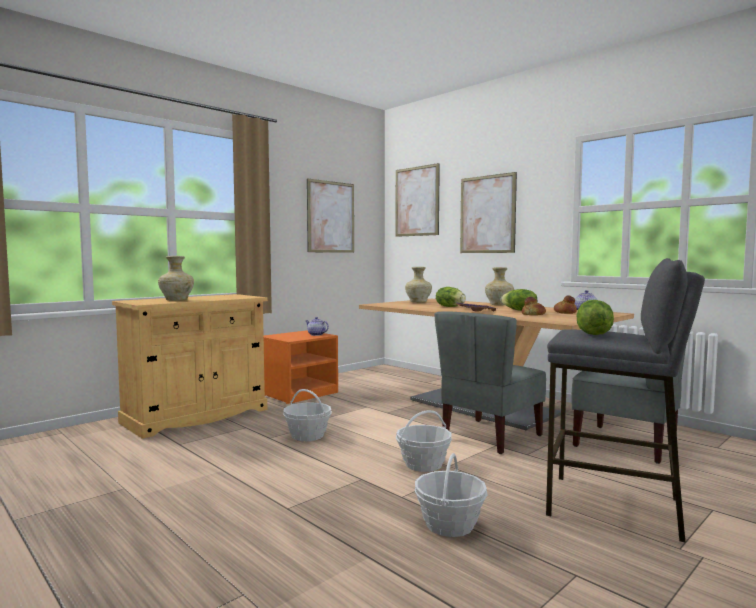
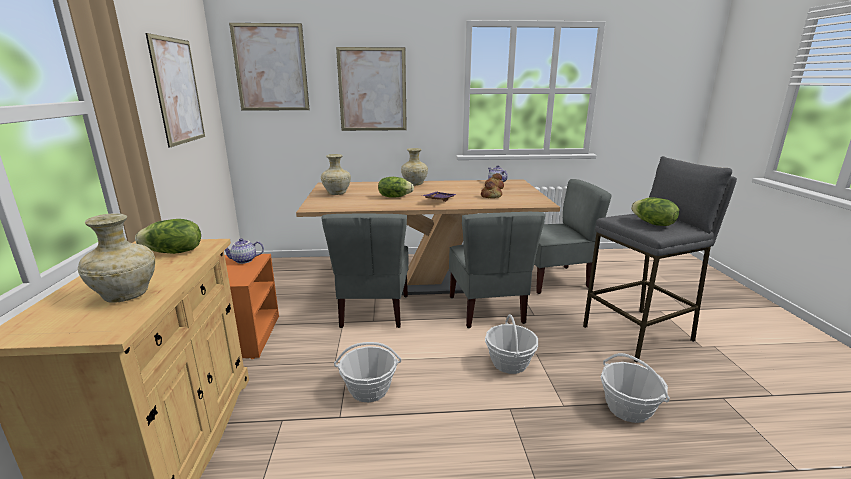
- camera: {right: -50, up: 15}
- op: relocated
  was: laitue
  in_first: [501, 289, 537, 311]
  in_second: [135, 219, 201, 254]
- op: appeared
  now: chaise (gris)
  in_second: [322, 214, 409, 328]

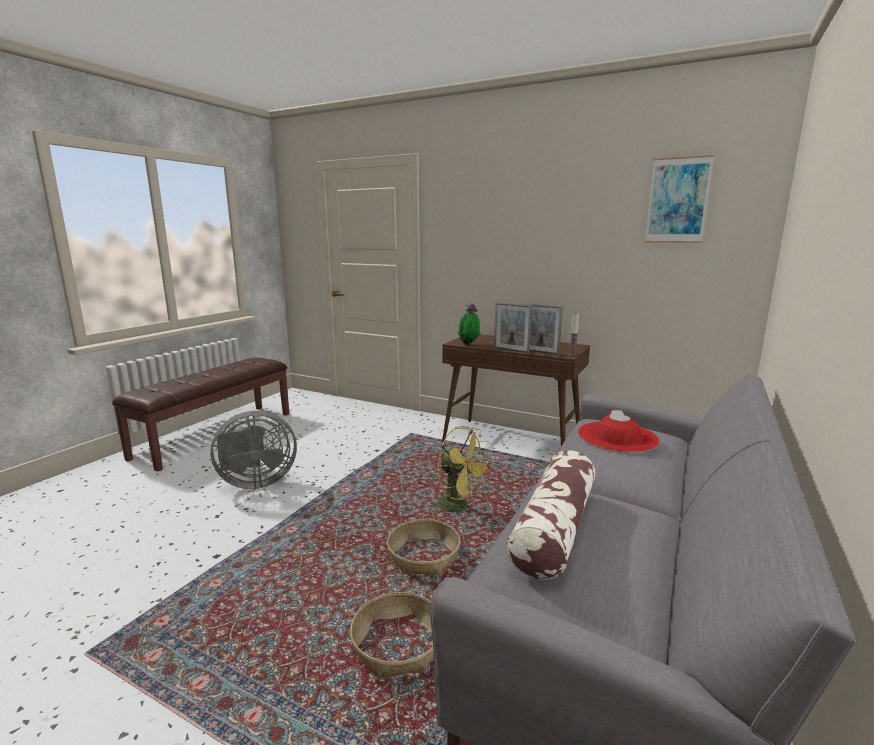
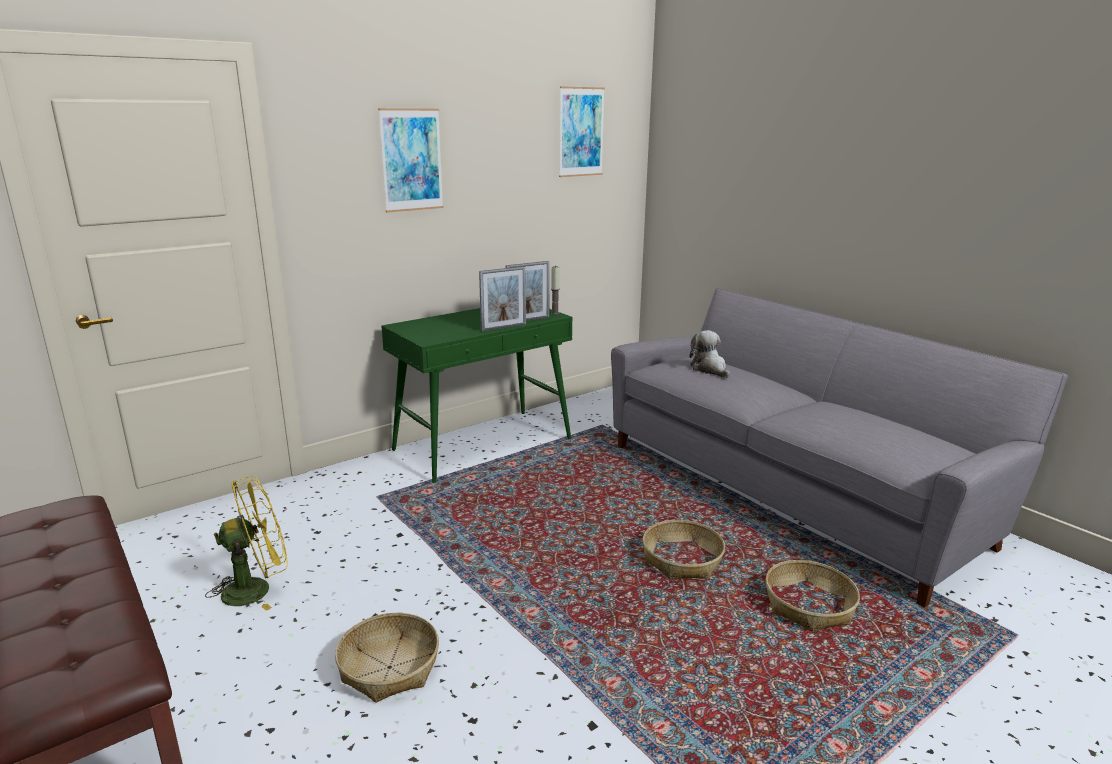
- camera: {right: -65, up: 5}
- op: relocated
  was: ventilateur (jaune)
  in_first: [437, 426, 491, 512]
  in_second: [205, 476, 288, 611]
- op: exchanged
  was: ventilateur (gris)
  now: panier
  in_first: [210, 411, 297, 489]
  in_second: [335, 613, 439, 703]
- op: appeared
  now: tableau
  in_second: [378, 108, 444, 212]
- op: colour
  was: table console (marron)
  now: table console (vert)
  in_first: [442, 334, 590, 446]
  in_second: [381, 308, 573, 483]
- op: exchanged
  was: chapeau (rouge)
  now: peluche
  in_first: [578, 410, 660, 452]
  in_second: [689, 330, 730, 378]
- op: missing
  was: plante en pot
  in_first: [458, 303, 481, 345]
- op: missing
  was: coussin
  in_first: [506, 450, 596, 580]

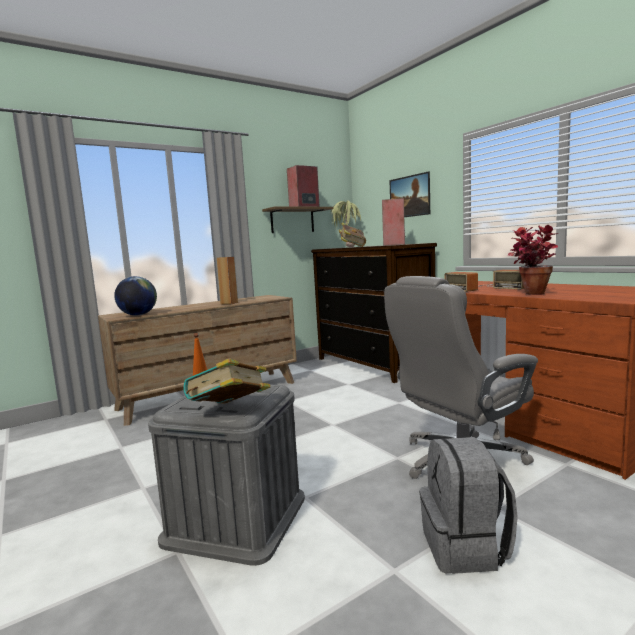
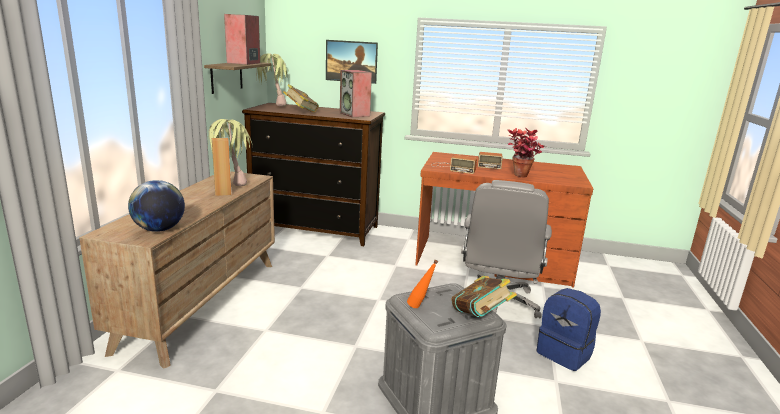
- camera: {right: -45, up: 10}
- op: appeared
  now: plante en pot
  in_second: [208, 119, 253, 186]
- op: colour
  was: sac à dos (gris)
  now: sac à dos (bleu)
  in_first: [420, 437, 518, 574]
  in_second: [536, 288, 601, 371]

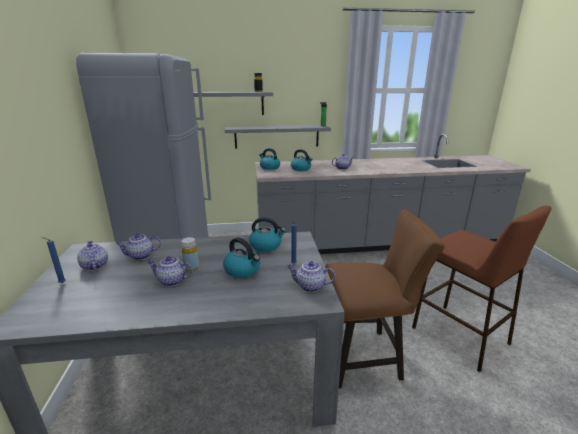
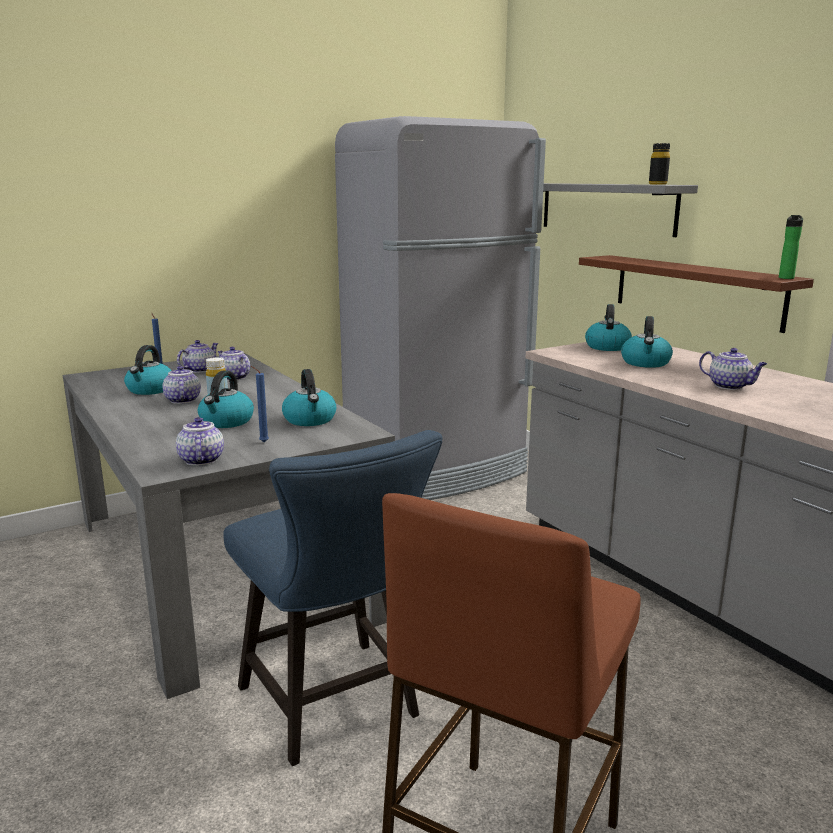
- camera: {right: 65, up: -5}
- op: appeared
  now: bouilloire
  in_second: [124, 345, 172, 395]
- op: colour
  was: chaise (marron)
  now: chaise (bleu)
  in_first: [325, 209, 445, 389]
  in_second: [223, 430, 442, 766]
- op: colour
  was: étagère (gris)
  now: étagère (marron)
  in_first: [225, 125, 331, 149]
  in_second: [579, 255, 814, 333]

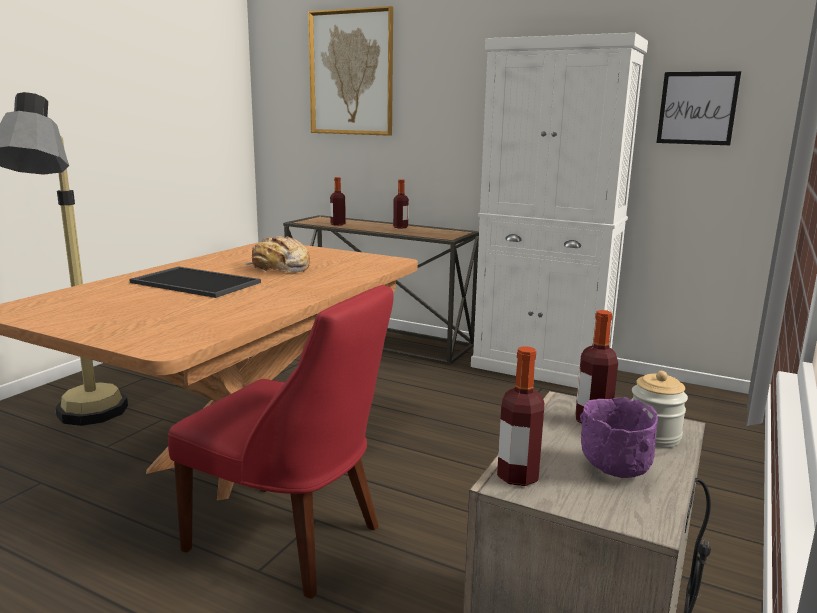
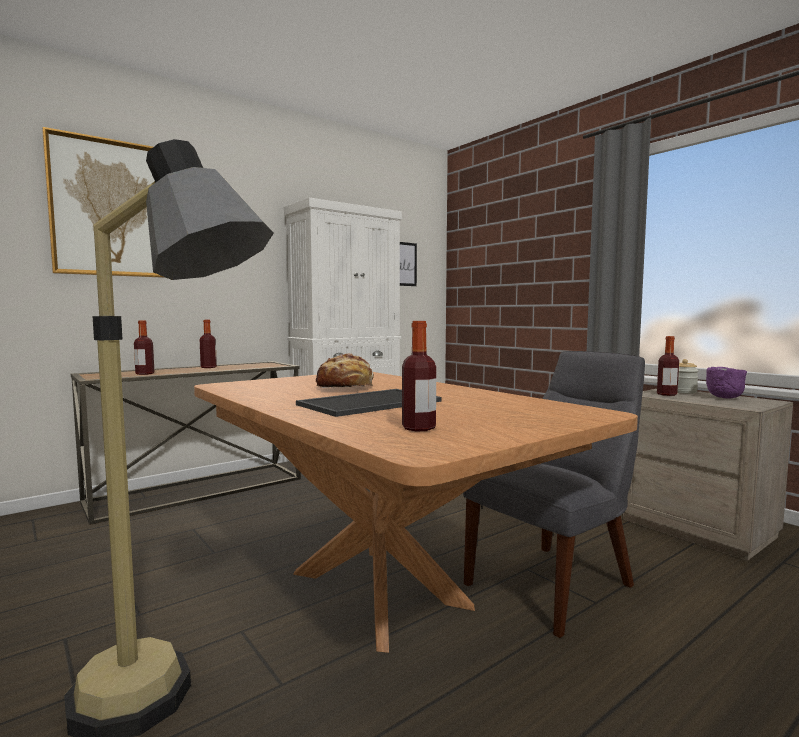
- camera: {right: -65, up: -10}
- op: relocated
  was: bouteille
  in_first: [497, 346, 544, 486]
  in_second: [402, 321, 436, 431]
- op: colour
  was: chaise (rouge)
  now: chaise (gris)
  in_first: [168, 285, 394, 599]
  in_second: [463, 351, 645, 638]

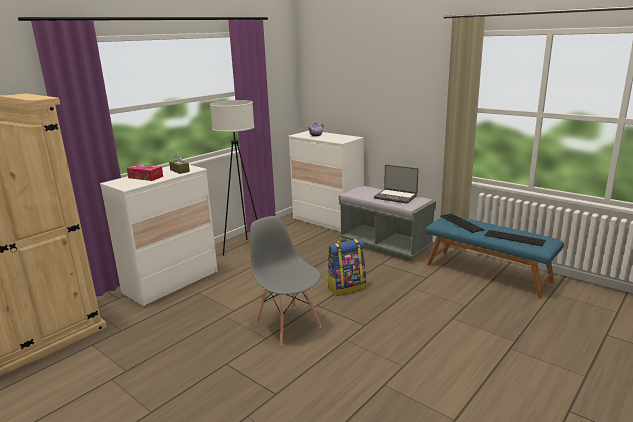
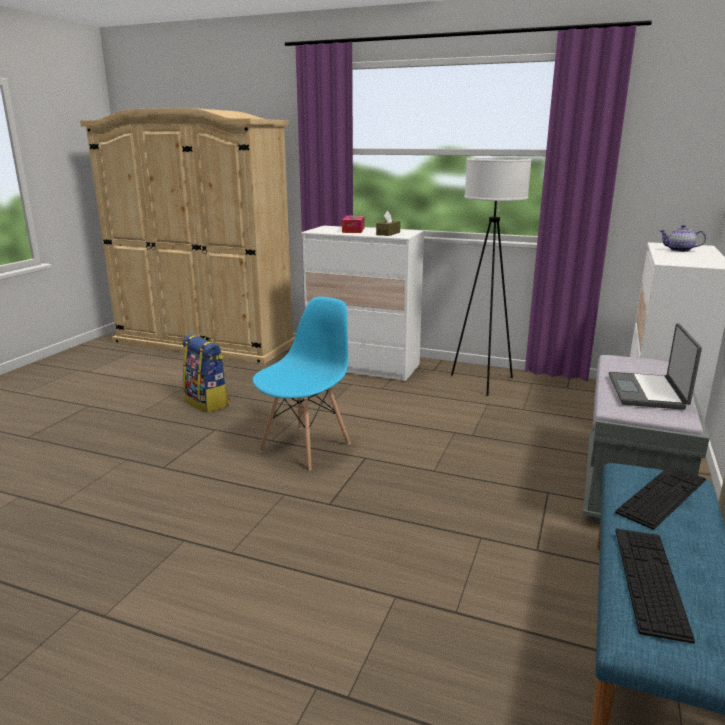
- camera: {right: 70, up: 0}
- op: relocated
  was: sac à dos
  in_first: [328, 238, 366, 296]
  in_second: [183, 334, 230, 413]
- op: colour
  was: chaise (gris)
  now: chaise (bleu)
  in_first: [250, 216, 321, 345]
  in_second: [252, 297, 351, 471]

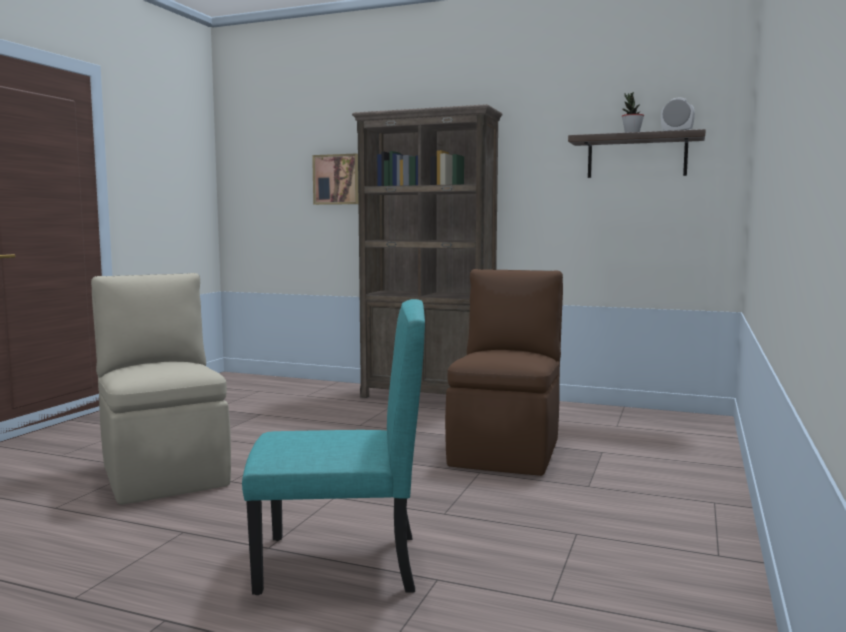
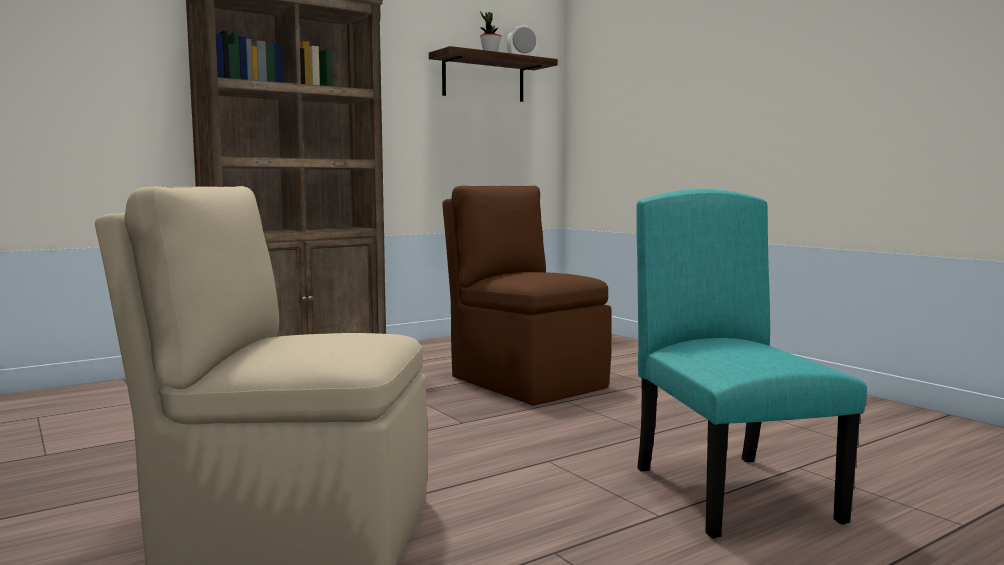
- camera: {right: -55, up: 0}
- op: spun
  was: chaise (turquoise)
  in_first: [242, 299, 425, 595]
  in_second: [636, 189, 867, 539]
  clockwise: -45
- op: missing
  was: tableau
  in_first: [312, 154, 358, 205]

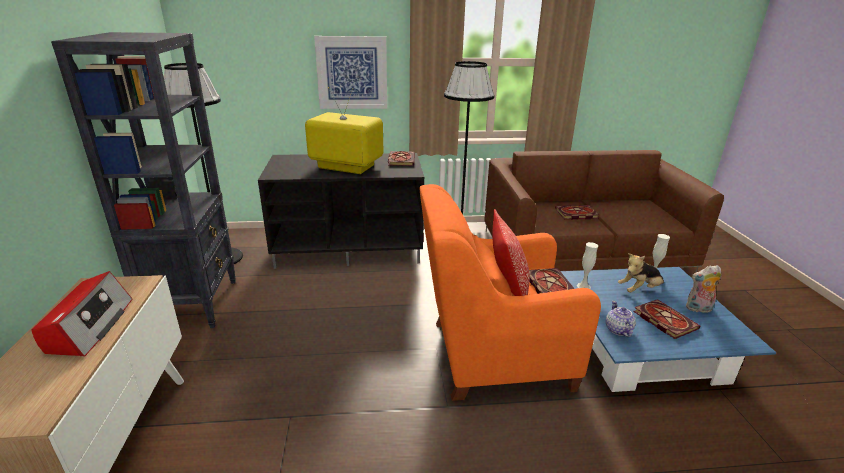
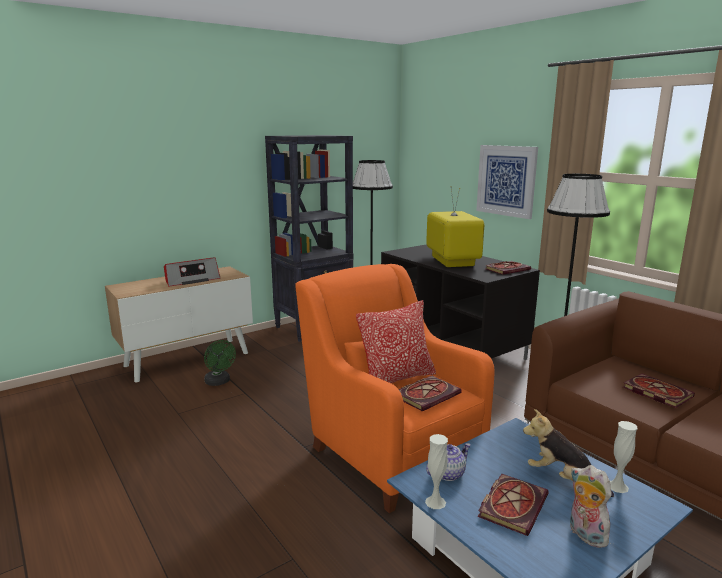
- camera: {right: 60, up: -10}
- op: appeared
  now: ventilateur (vert)
  in_second: [204, 340, 236, 386]
- op: relocated
  was: vase (blanc)
  in_first: [577, 242, 598, 289]
  in_second: [425, 434, 448, 509]

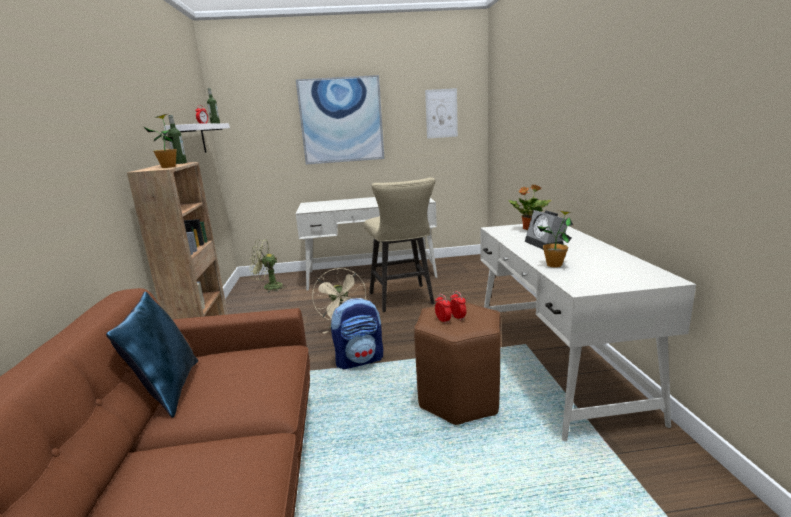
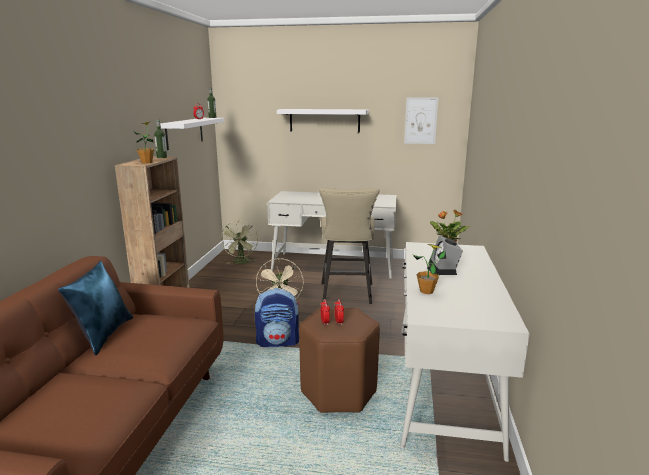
- camera: {right: 15, up: 0}
- op: spun
  was: ventilateur (vert)
  in_first: [250, 239, 287, 293]
  in_second: [221, 221, 258, 264]
  clockwise: -105
- op: exchanged
  was: tableau
  now: étagère (blanc)
  in_first: [296, 75, 385, 165]
  in_second: [277, 109, 369, 132]

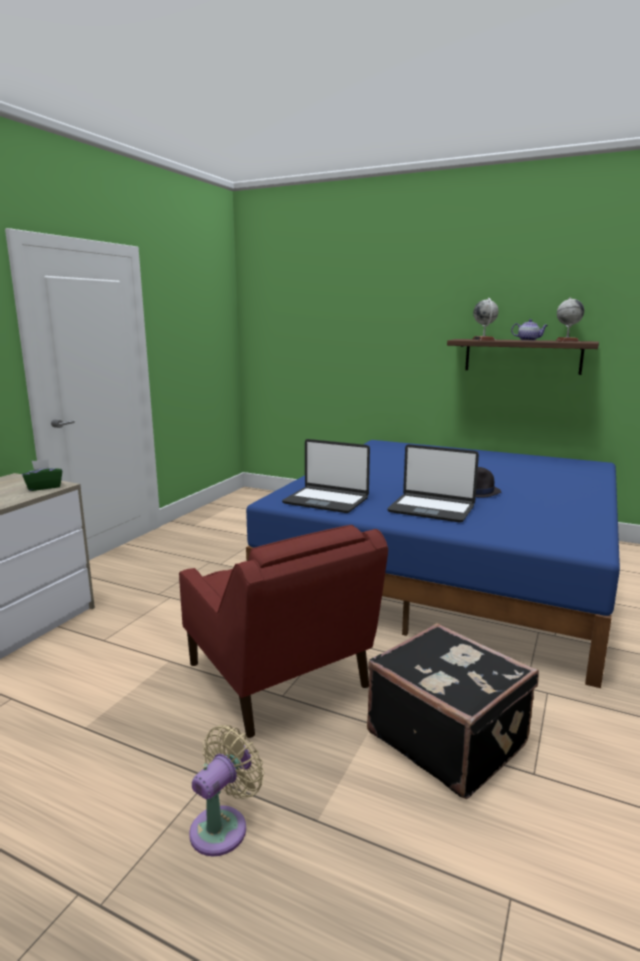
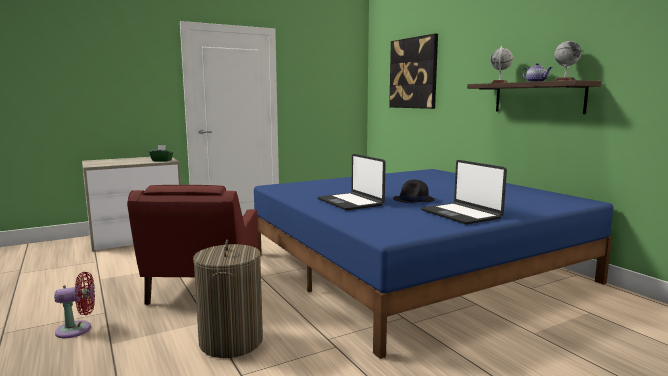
- camera: {right: 35, up: -5}
- op: colour
  was: ventilateur (beige)
  now: ventilateur (rouge)
  in_first: [189, 725, 264, 856]
  in_second: [54, 272, 95, 338]
- op: exchanged
  was: valise (noir)
  now: panier à linge
  in_first: [367, 623, 539, 799]
  in_second: [193, 239, 263, 358]
- op: appeared
  now: tableau
  in_second: [389, 33, 438, 109]
- op: relocated
  was: ordinateur portable
  in_first: [282, 439, 370, 513]
  in_second: [421, 160, 507, 225]

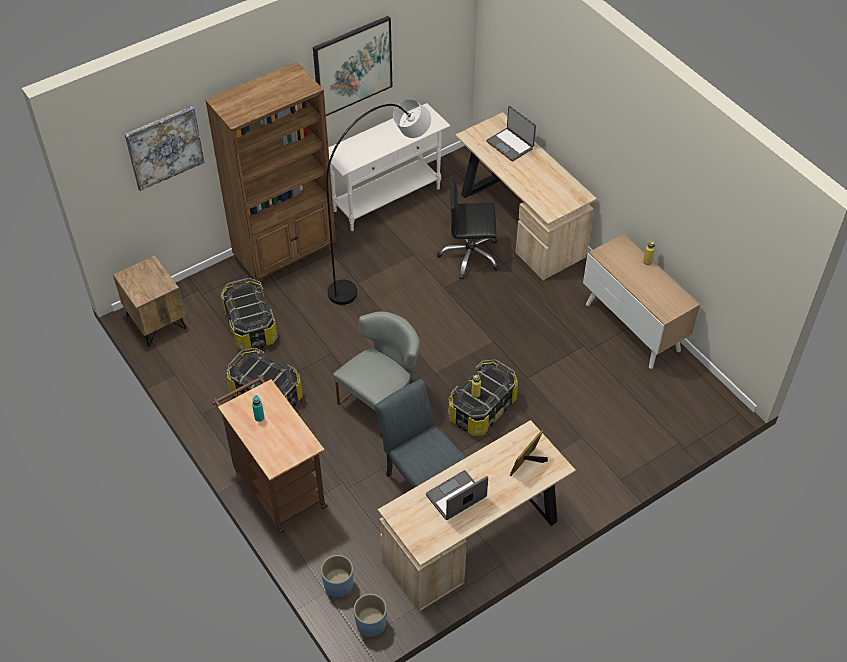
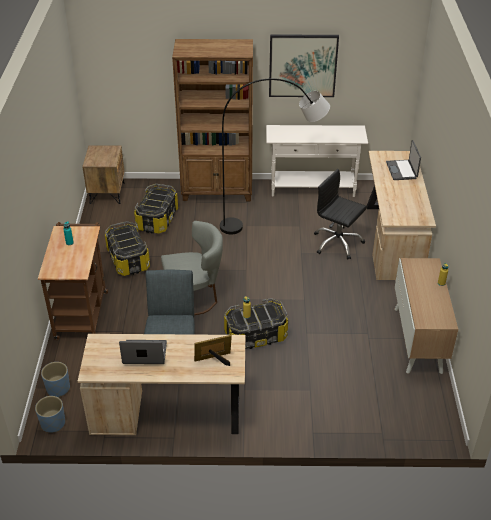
- camera: {right: 35, up: -10}
- op: missing
  was: tableau
  in_first: [125, 106, 204, 191]

